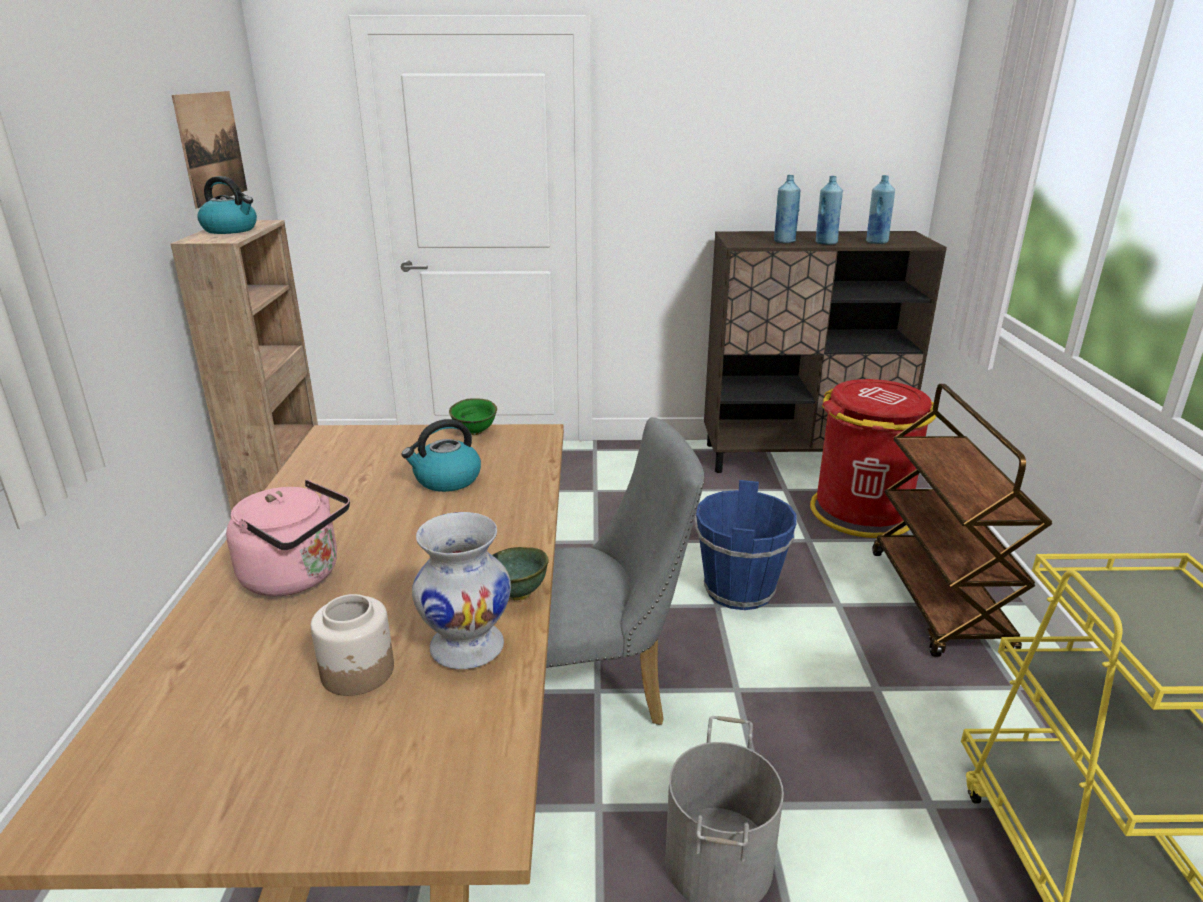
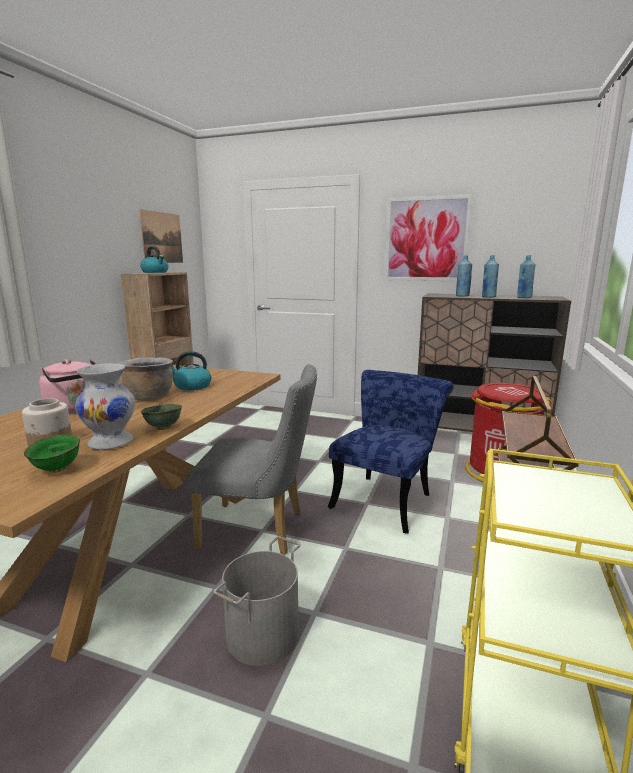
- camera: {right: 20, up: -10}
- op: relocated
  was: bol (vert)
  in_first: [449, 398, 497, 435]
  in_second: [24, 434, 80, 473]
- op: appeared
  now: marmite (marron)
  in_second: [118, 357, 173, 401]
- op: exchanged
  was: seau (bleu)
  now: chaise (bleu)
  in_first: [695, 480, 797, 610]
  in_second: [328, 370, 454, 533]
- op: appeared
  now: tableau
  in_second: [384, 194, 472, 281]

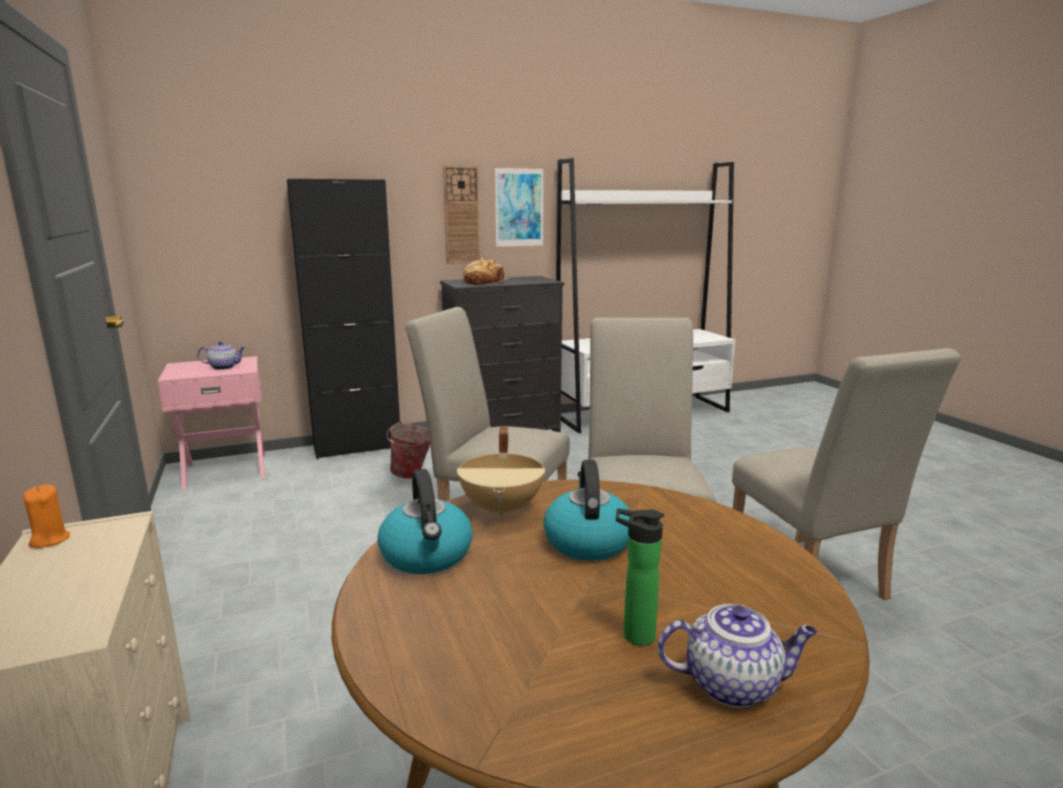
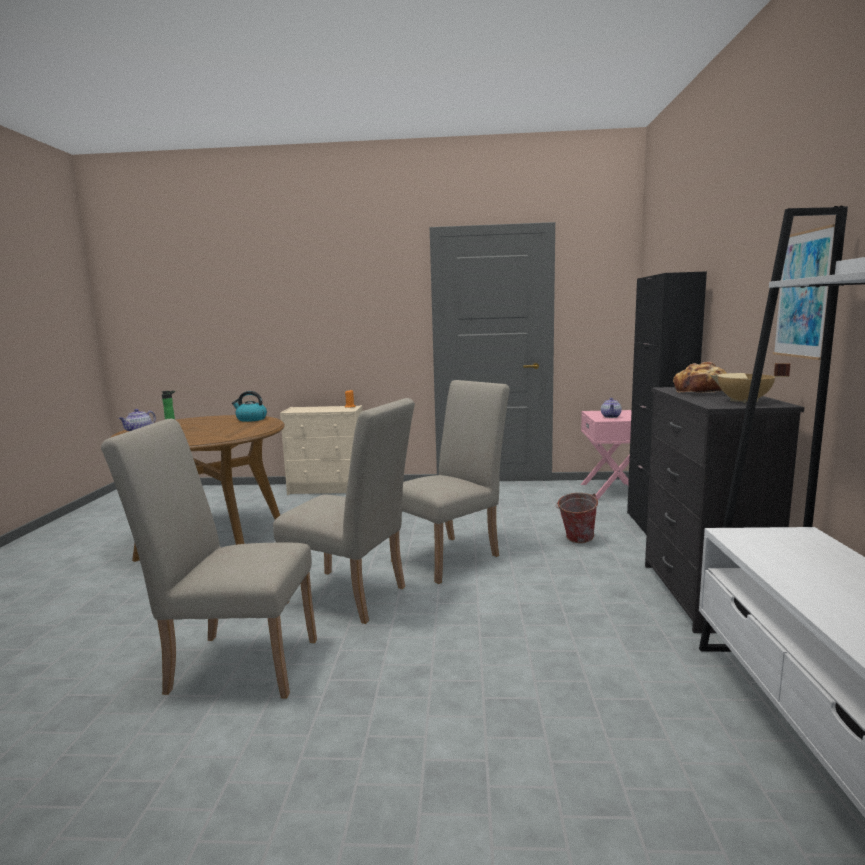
- camera: {right: 115, up: -5}
- op: relocated
  was: marmite (beige)
  in_first: [457, 427, 545, 518]
  in_second: [710, 363, 790, 403]
- op: missing
  was: horloge murale
  in_first: [443, 166, 480, 264]
- op: missing
  was: bouilloire
  in_first: [543, 460, 630, 561]

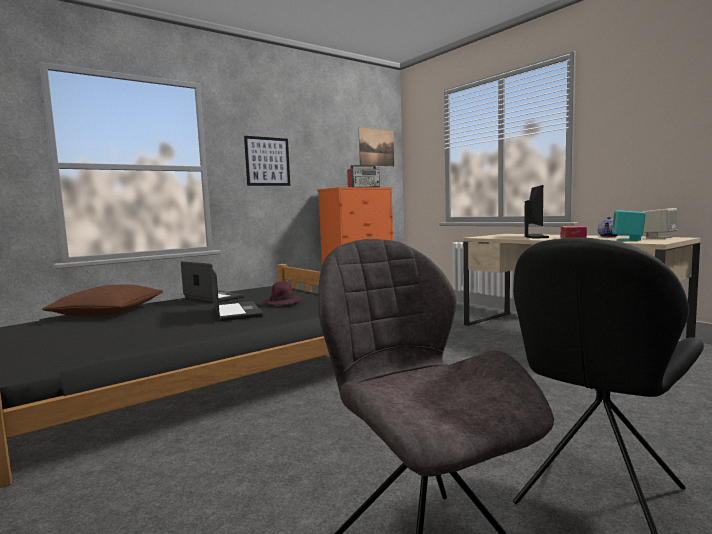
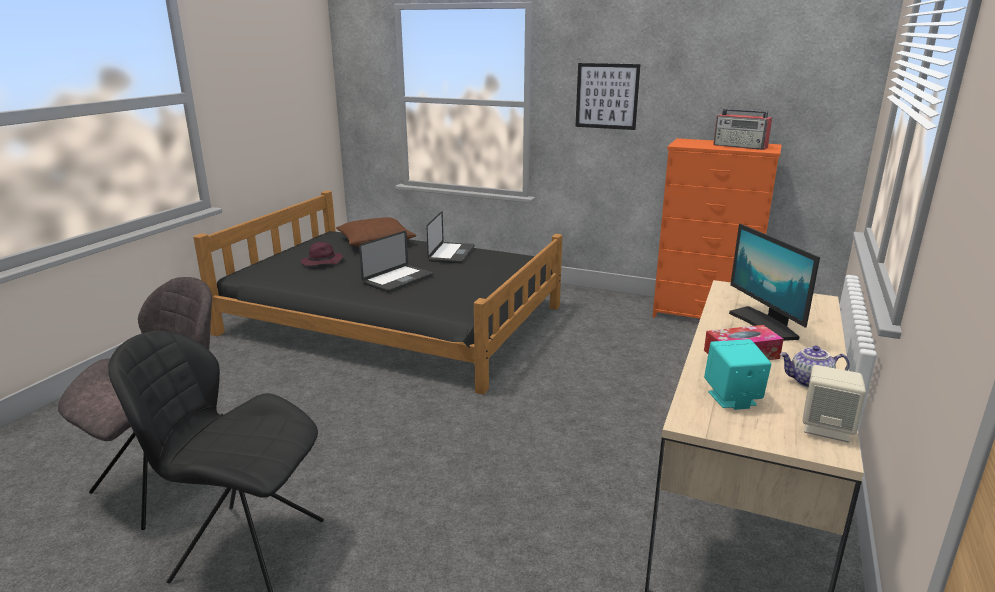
- camera: {right: 60, up: 15}
- op: relocated
  was: chapeau (violet)
  in_first: [263, 282, 303, 305]
  in_second: [301, 242, 343, 266]
- op: spun
  was: écran d'ordinateur
  in_first: [524, 185, 549, 239]
  in_second: [729, 224, 820, 341]
  clockwise: 90
- op: missing
  was: tableau
  in_first: [358, 127, 394, 166]

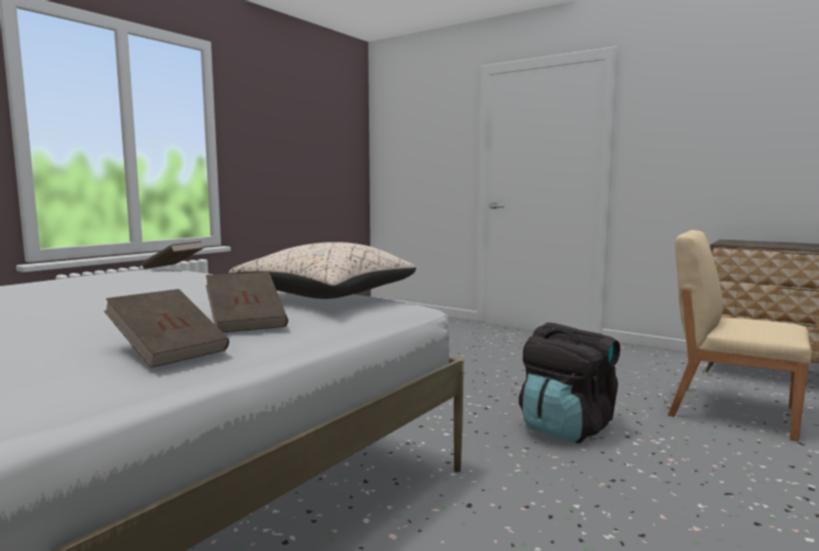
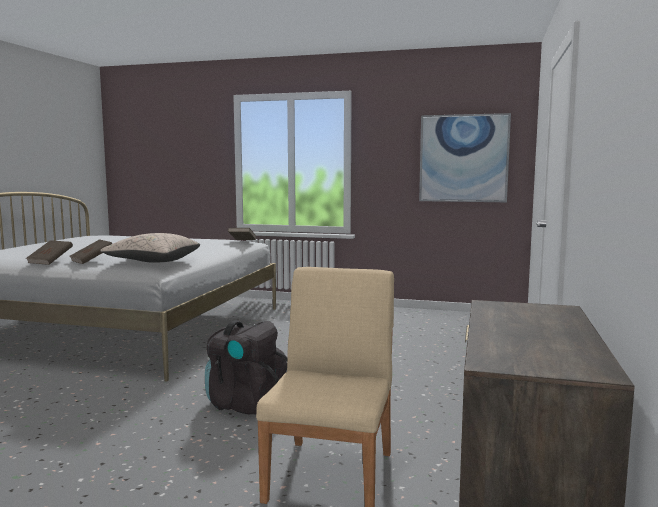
- camera: {right: 70, up: 0}
- op: appeared
  now: tableau
  in_second: [419, 113, 511, 202]

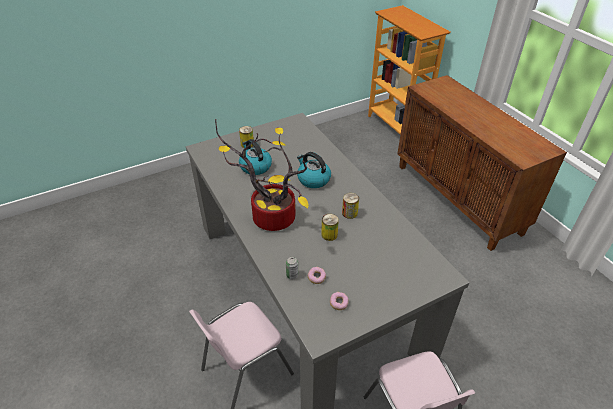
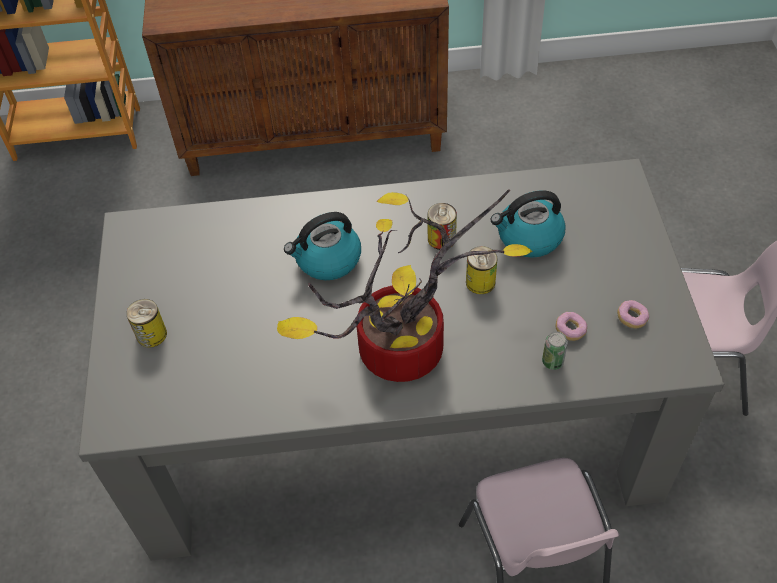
- camera: {right: -65, up: 10}
- op: relocated
  was: bouilloire
  in_first: [239, 139, 272, 175]
  in_second: [491, 190, 566, 258]

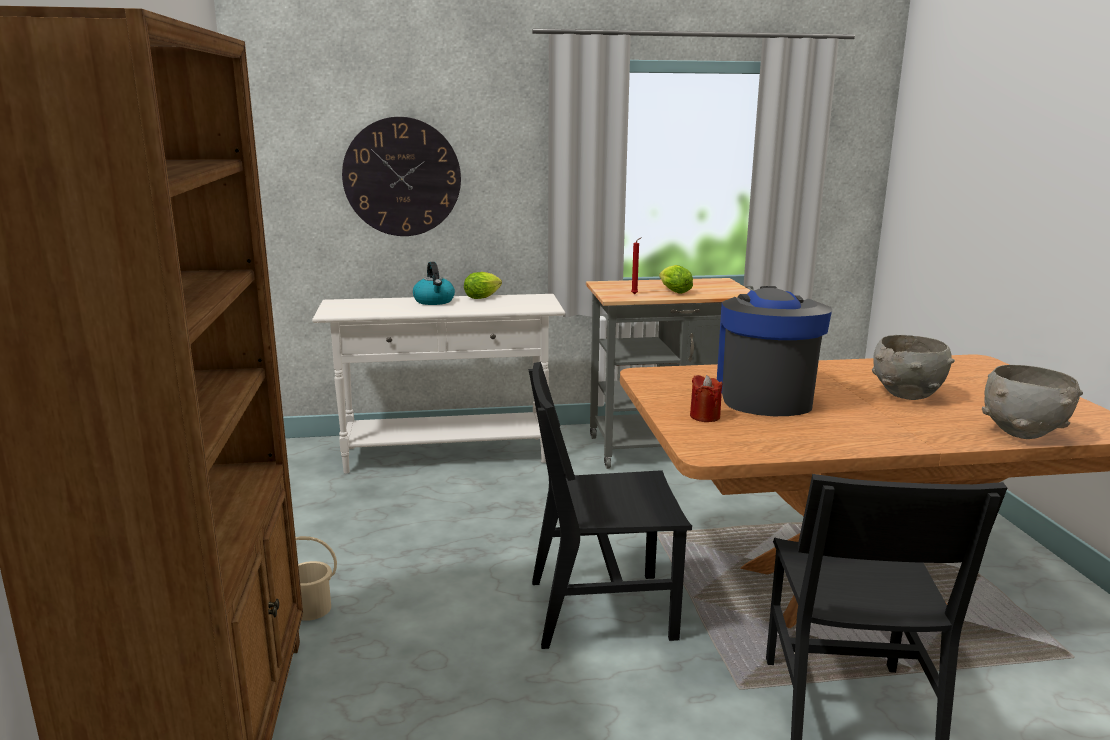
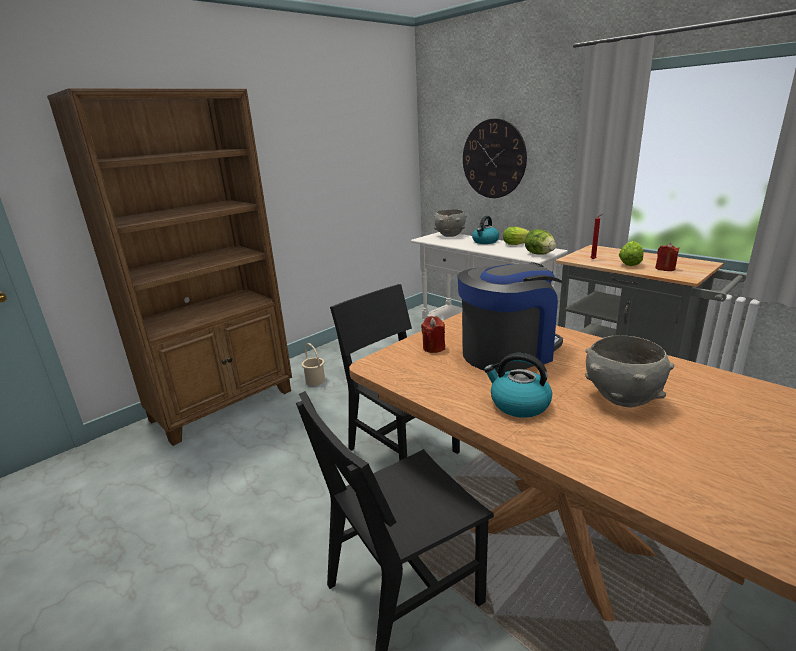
- camera: {right: 55, up: 5}
- op: relocated
  was: bol (gris)
  in_first: [982, 365, 1083, 439]
  in_second: [434, 209, 467, 237]
- op: appeared
  now: bouilloire
  in_second: [484, 353, 552, 418]
- op: appeared
  now: laitue
  in_second: [525, 229, 556, 255]
- op: appeared
  now: bougie (rouge)
  in_second: [655, 243, 680, 271]

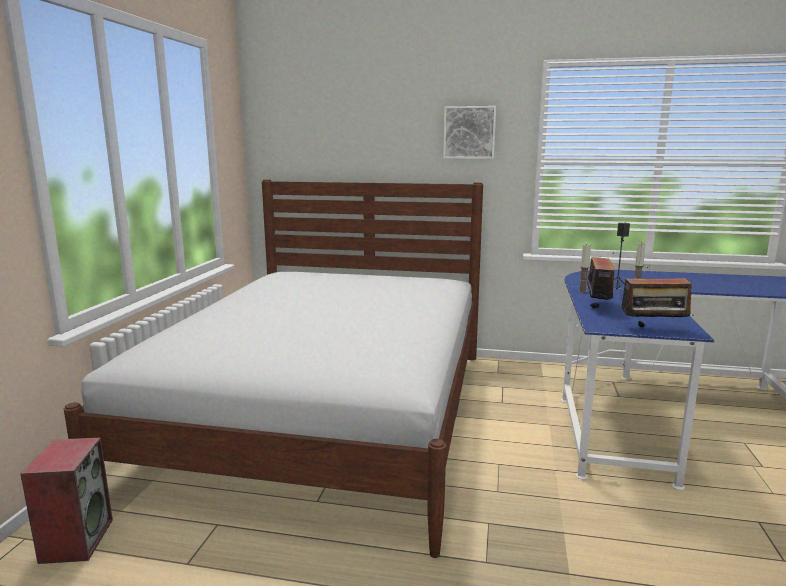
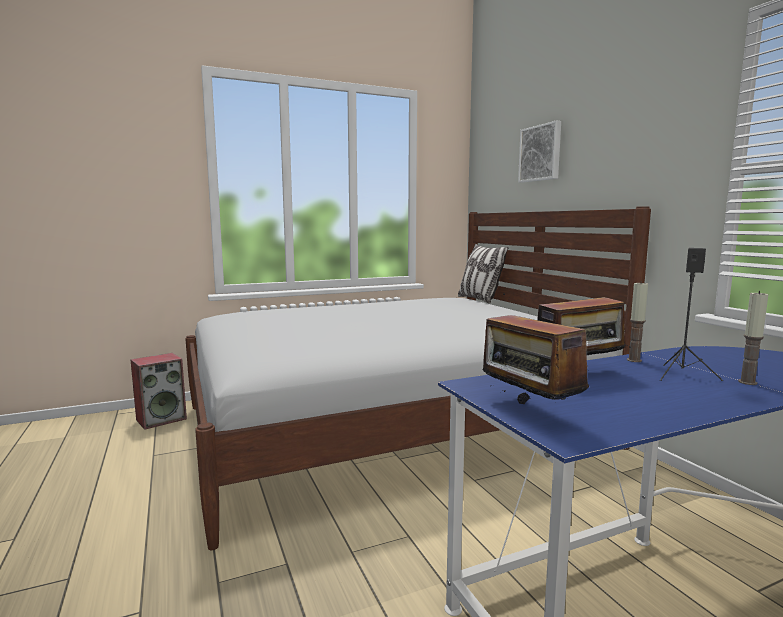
- camera: {right: 55, up: -5}
- op: appeared
  now: coussin
  in_second: [458, 244, 508, 304]
- op: relocated
  was: tableau
  in_first: [443, 106, 496, 159]
  in_second: [518, 121, 561, 183]

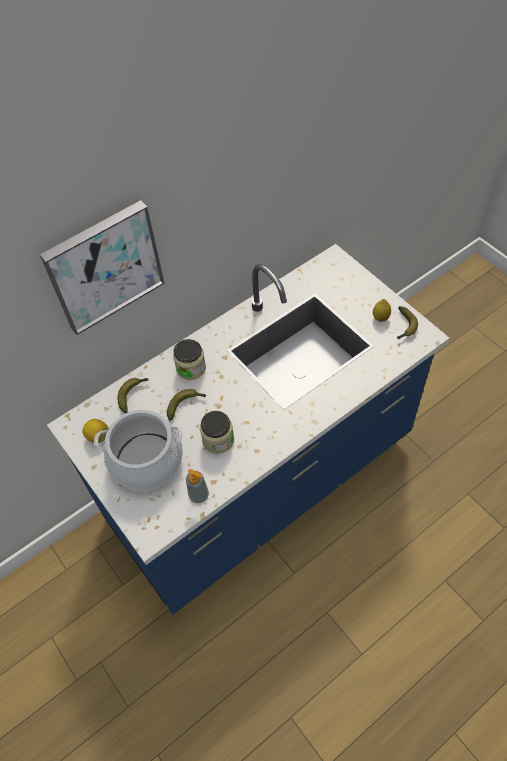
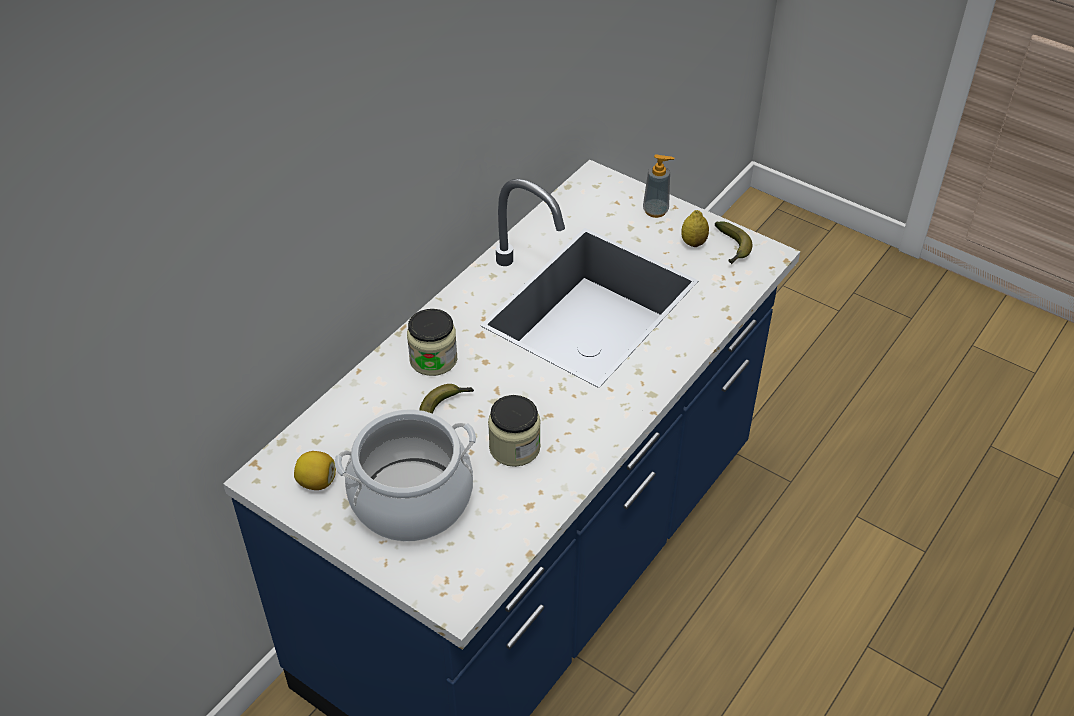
- camera: {right: -20, up: -10}
- op: relocated
  was: distributeur de savon
  in_first: [186, 469, 209, 503]
  in_second: [643, 154, 674, 218]
- op: missing
  was: tableau
  in_first: [40, 200, 165, 335]
- op: missing
  was: banane
  in_first: [118, 378, 149, 413]

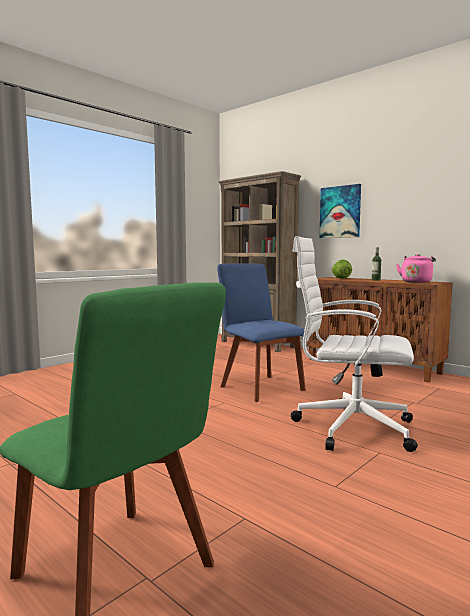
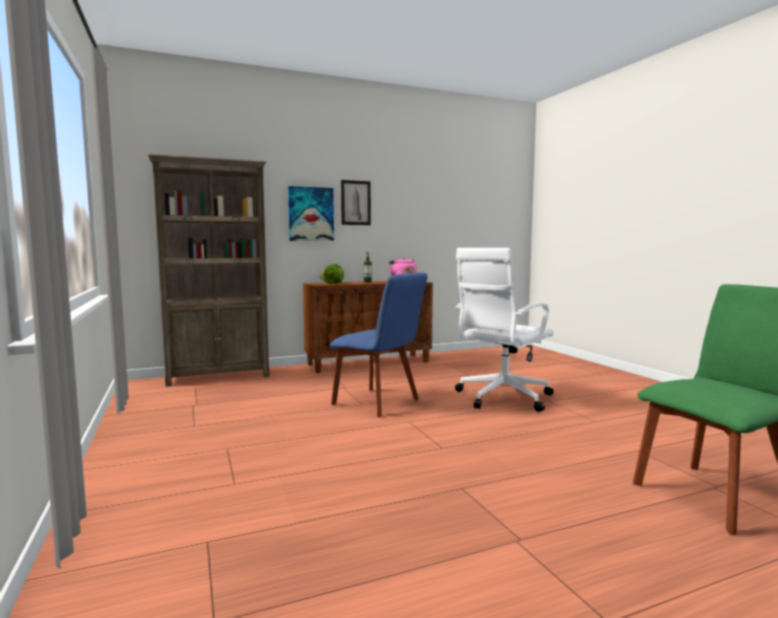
- camera: {right: -65, up: 0}
- op: spun
  was: chaise (bleu)
  in_first: [217, 263, 306, 402]
  in_second: [330, 272, 428, 417]
  clockwise: -135
- op: appeared
  now: tableau
  in_second: [341, 180, 371, 225]

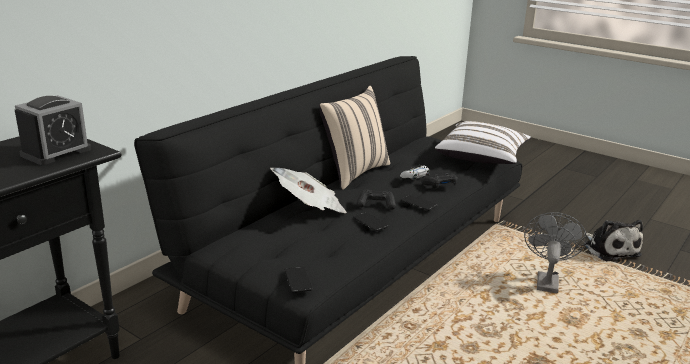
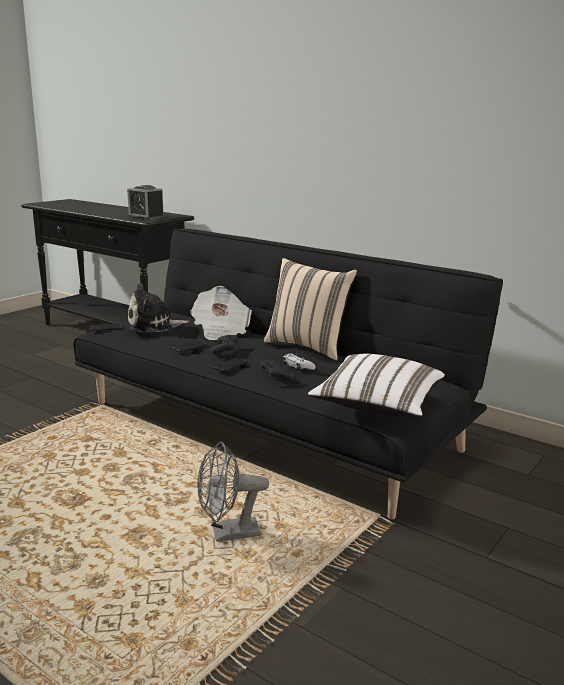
- camera: {right: 90, up: -5}
- op: relocated
  was: peluche
  in_first: [584, 220, 643, 262]
  in_second: [128, 283, 190, 333]
- op: spun
  was: ventilateur (gris)
  in_first: [524, 212, 587, 294]
  in_second: [197, 441, 269, 542]
  clockwise: 150

